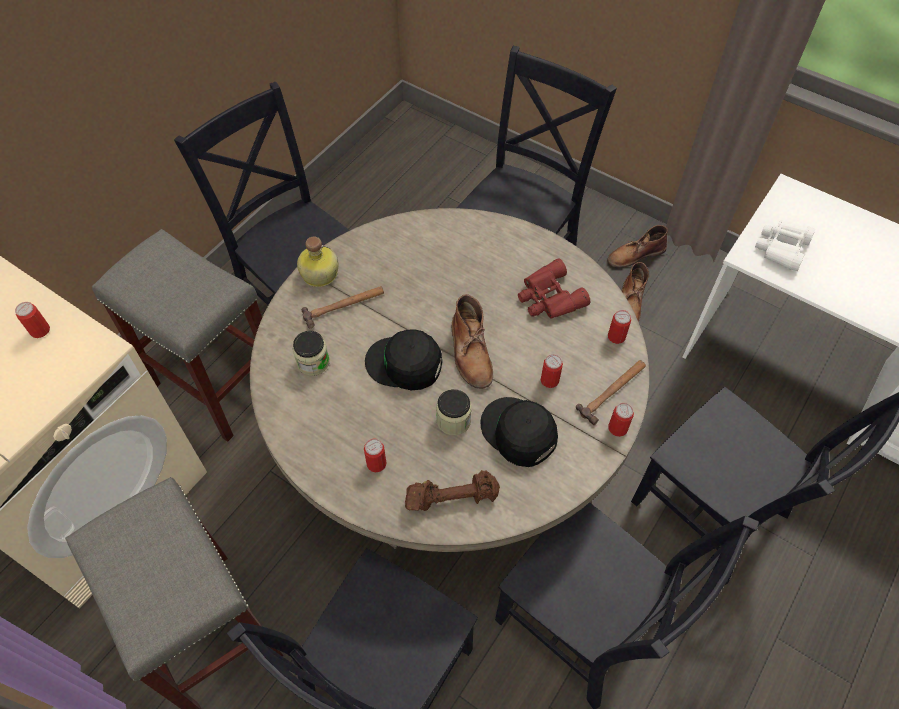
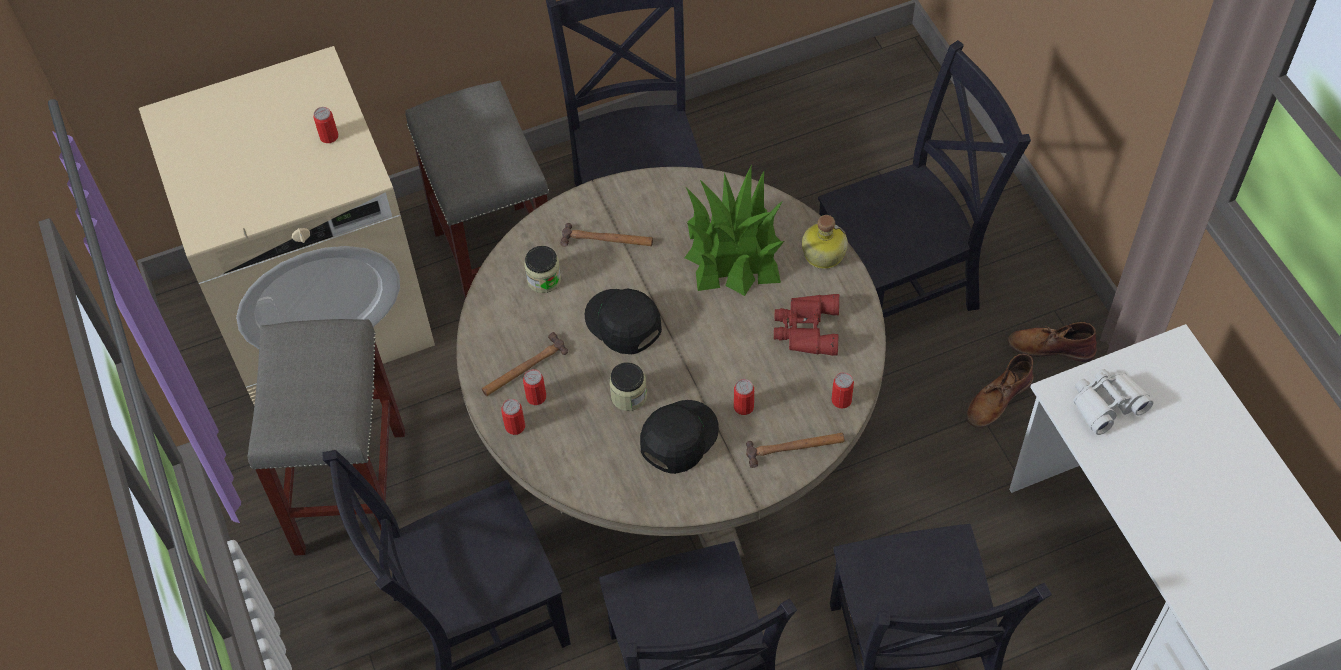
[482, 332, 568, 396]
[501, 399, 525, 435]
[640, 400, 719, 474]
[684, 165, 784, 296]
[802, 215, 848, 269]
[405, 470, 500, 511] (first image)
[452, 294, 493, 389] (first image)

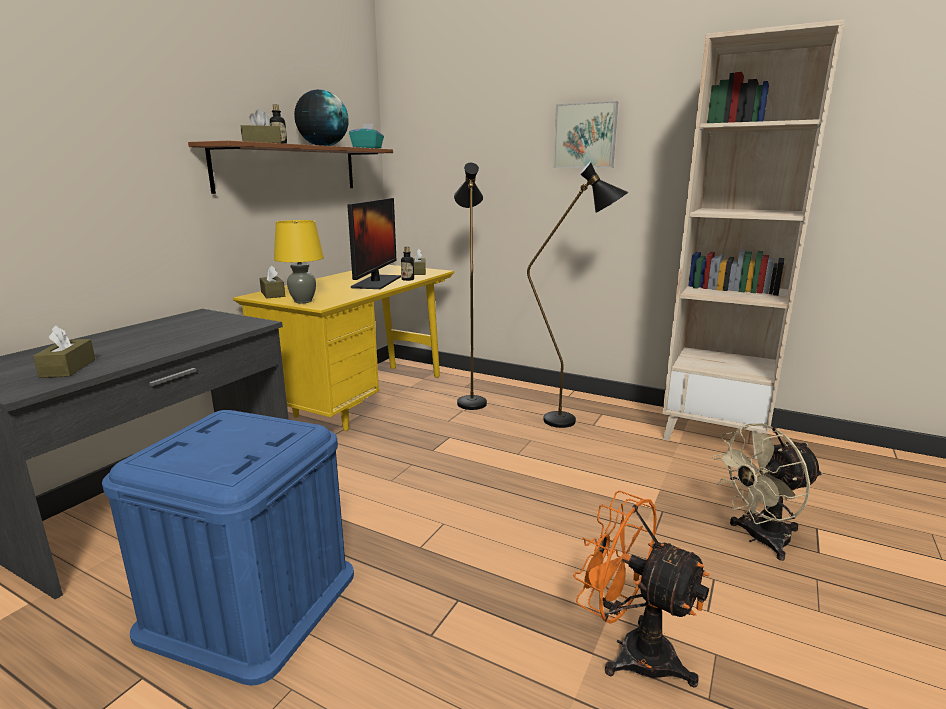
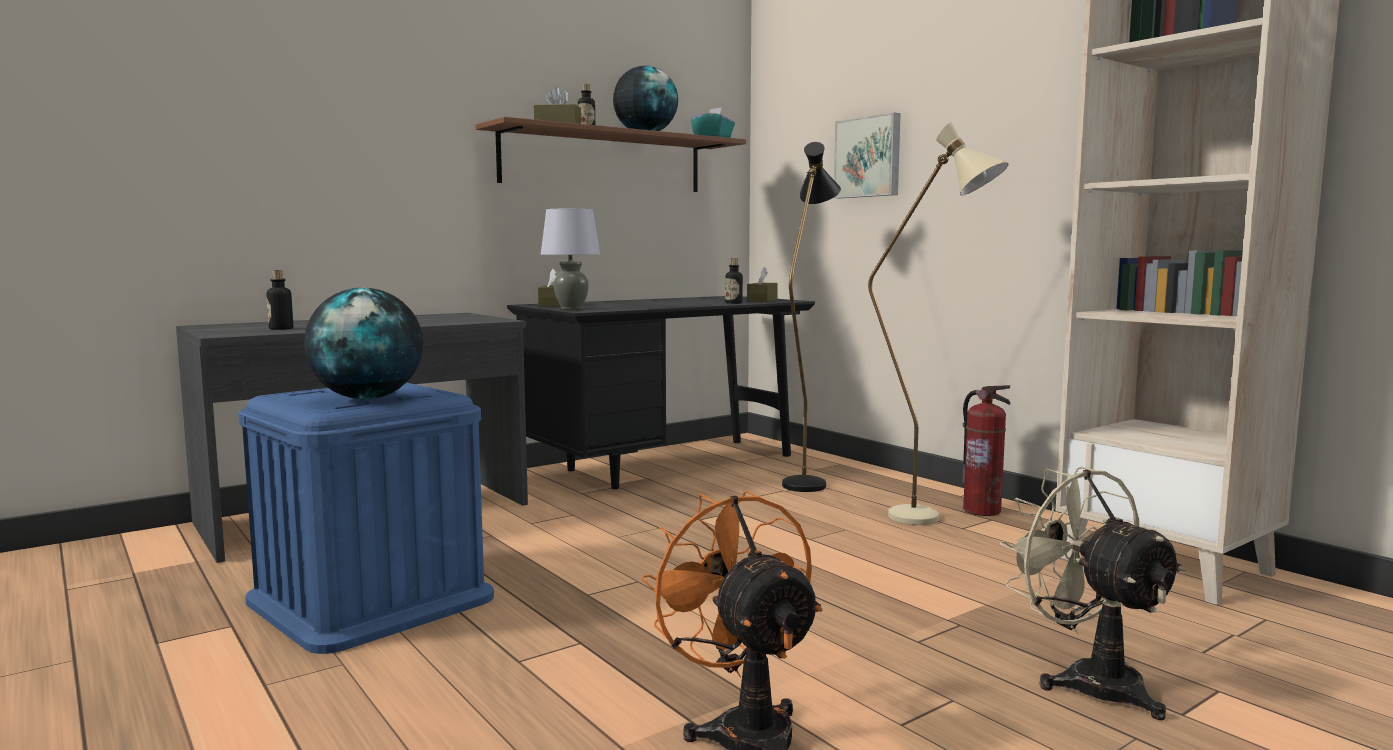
[266, 270, 293, 330]
[304, 288, 423, 399]
[507, 296, 815, 489]
[541, 209, 600, 309]
[834, 112, 900, 198]
[868, 122, 1009, 525]
[962, 385, 1011, 516]
[1000, 466, 1186, 720]
[347, 198, 401, 289] (first image)

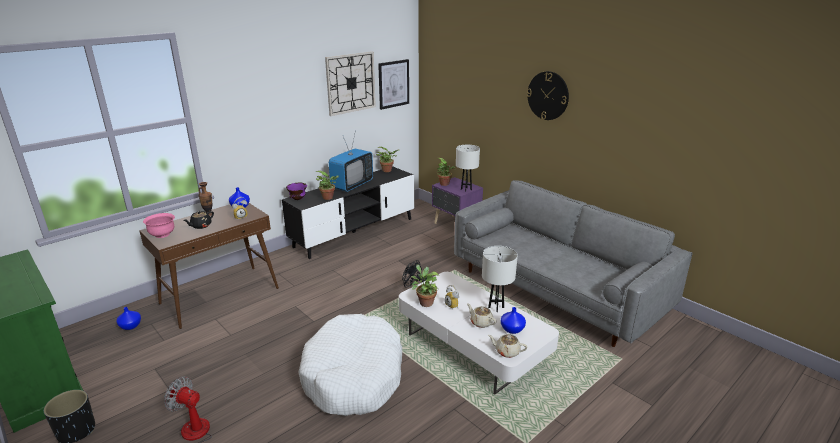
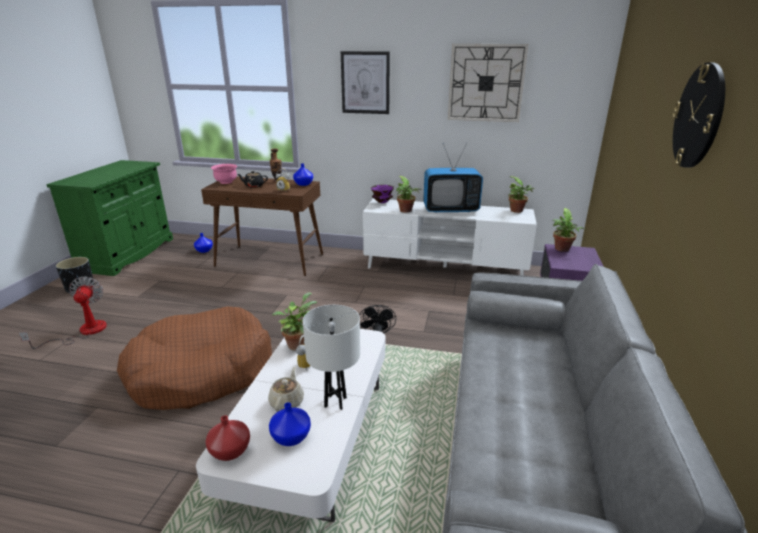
[117, 306, 272, 410]
[205, 415, 250, 461]
[341, 51, 390, 114]
[363, 198, 537, 276]
[456, 145, 480, 192] (first image)

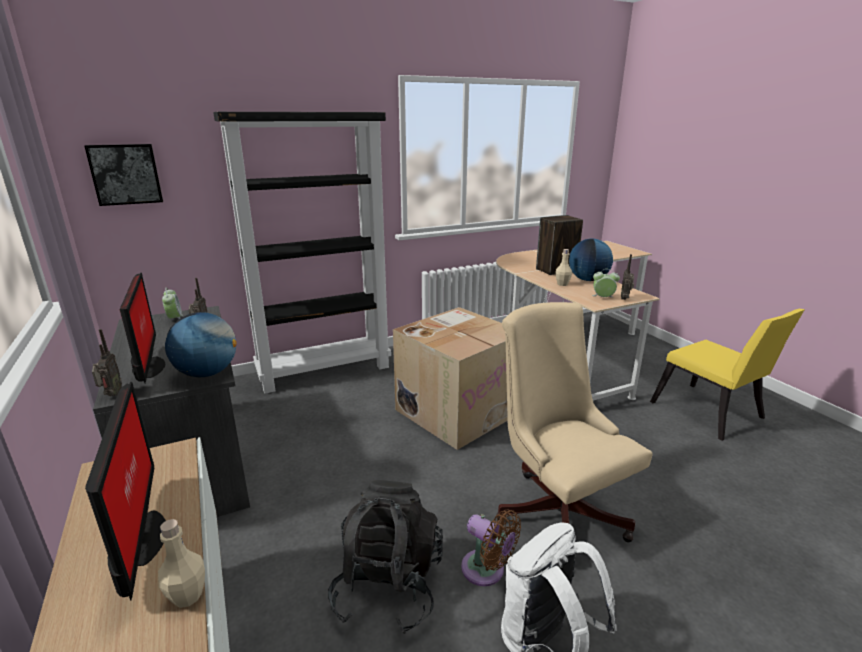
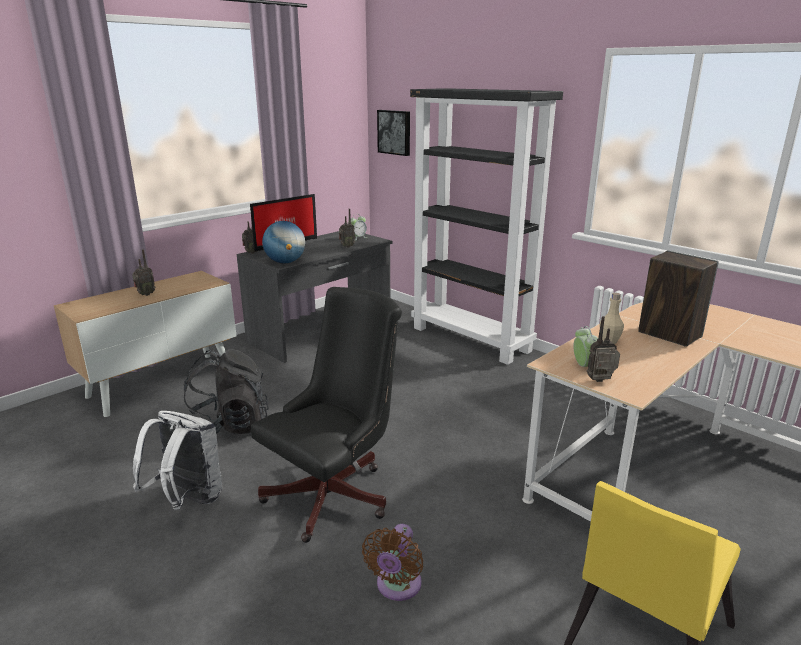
[132, 249, 155, 296]
[251, 287, 402, 543]
[362, 524, 423, 601]
[158, 519, 205, 608] (first image)
[393, 307, 508, 450] (first image)
[569, 239, 613, 281] (first image)

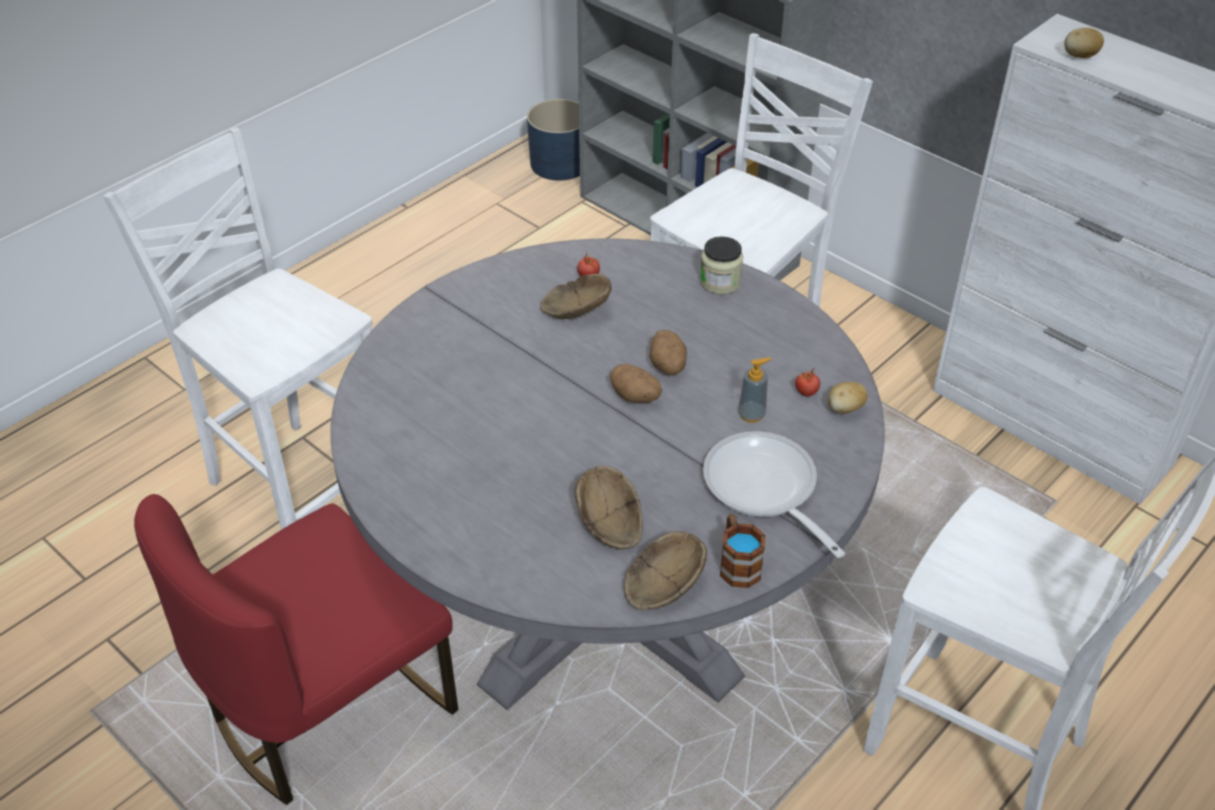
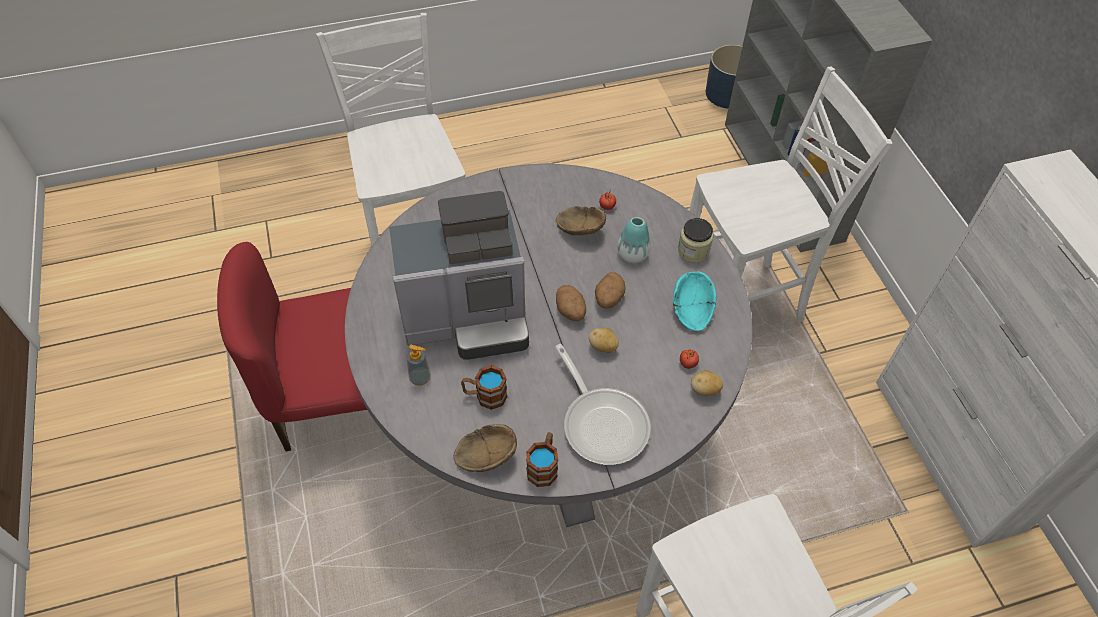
[389, 191, 529, 360]
[406, 345, 431, 386]
[461, 365, 508, 410]
[555, 344, 651, 465]
[589, 328, 619, 353]
[617, 217, 651, 263]
[673, 271, 716, 331]

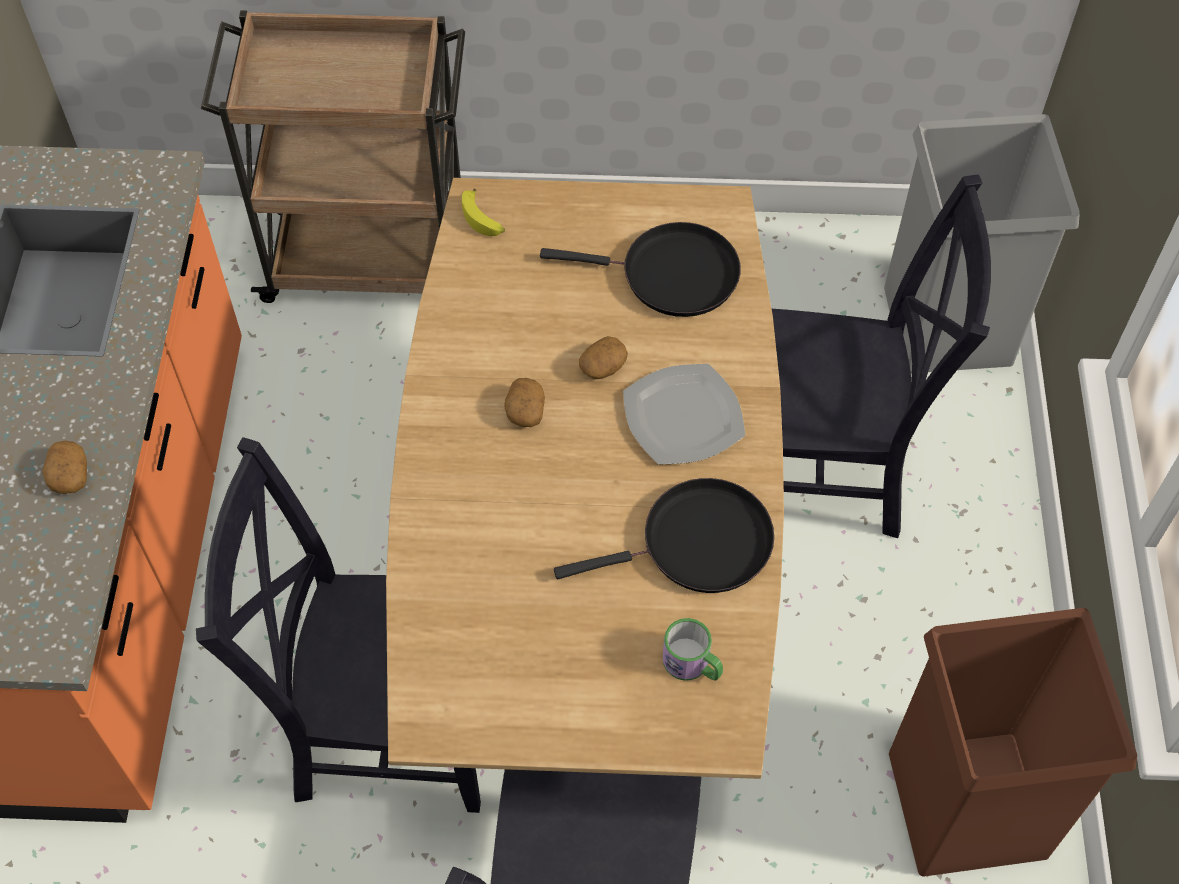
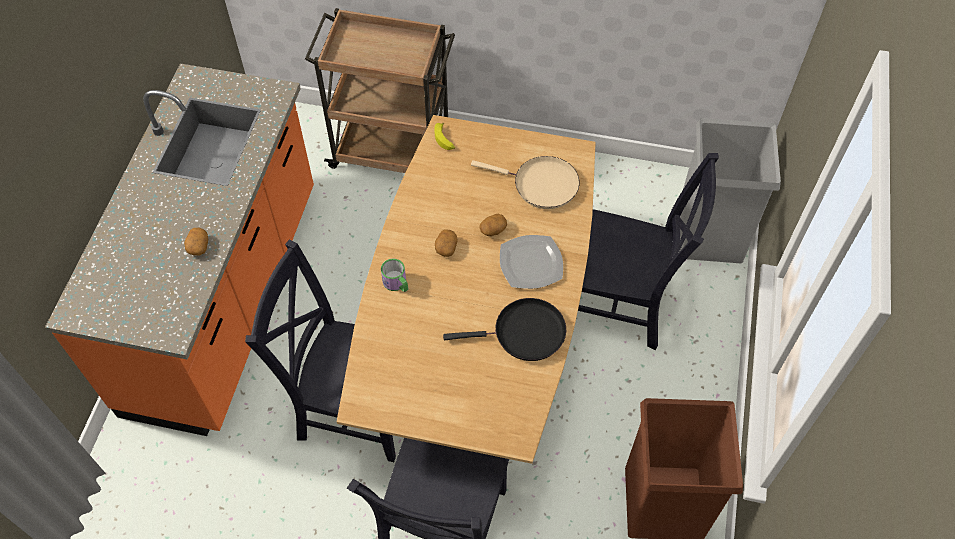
[381, 259, 408, 292]
[471, 156, 580, 209]

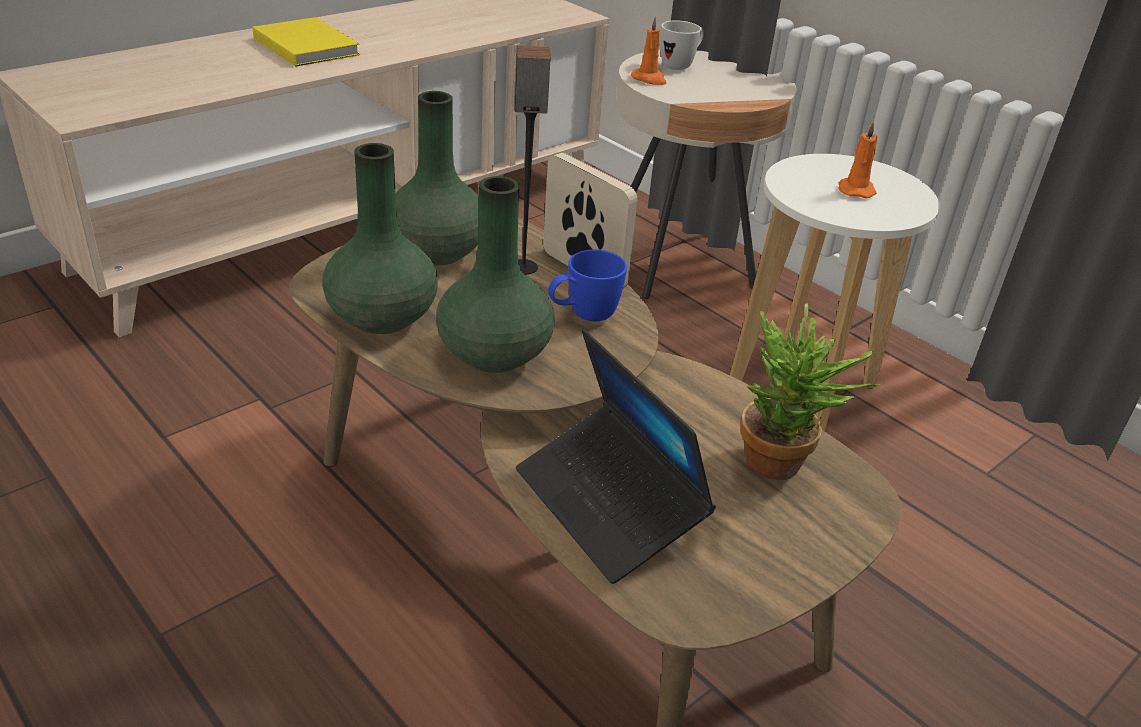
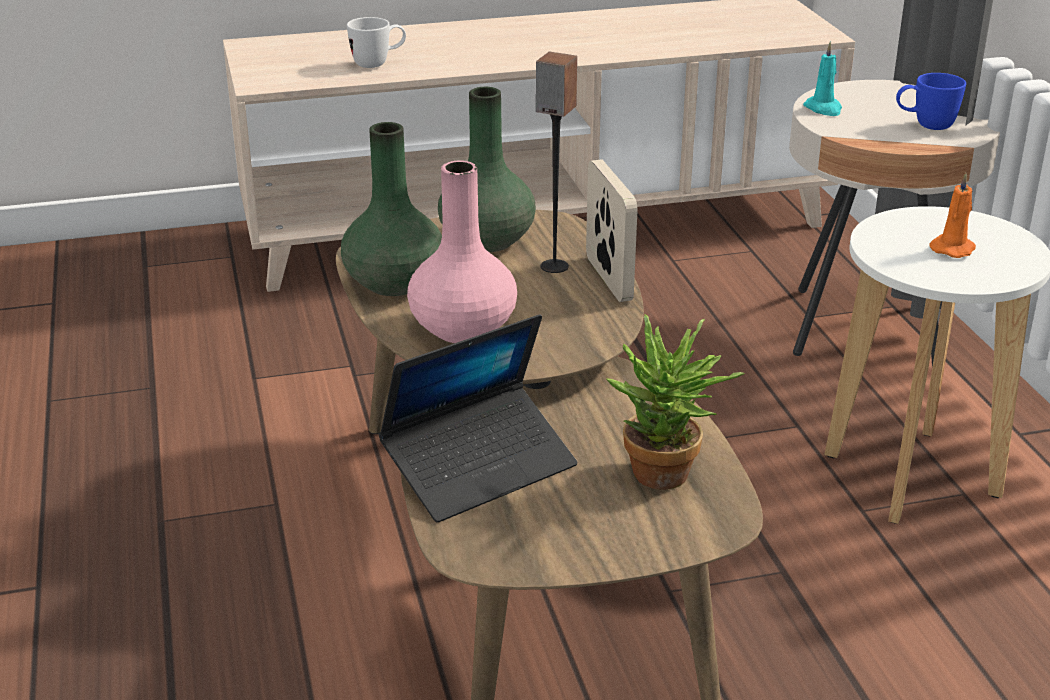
[347, 17, 406, 68]
[379, 314, 577, 523]
[407, 160, 517, 343]
[803, 41, 842, 116]
[896, 73, 966, 130]
[253, 17, 360, 67] (first image)

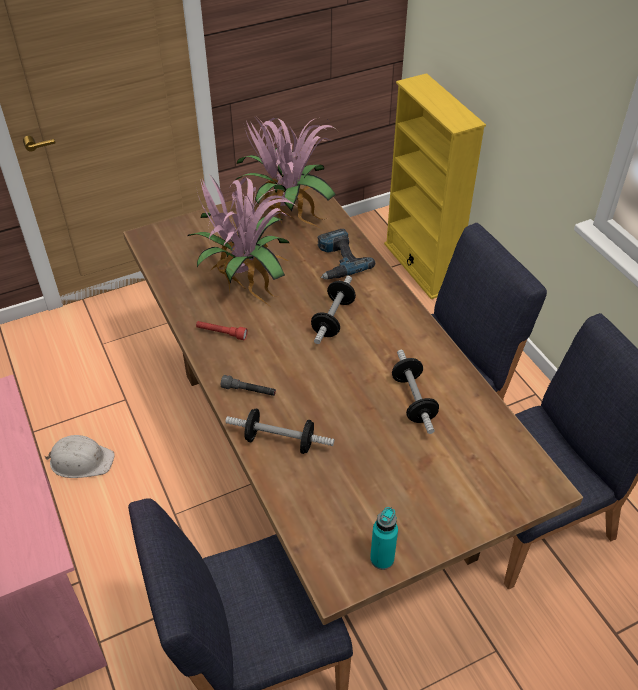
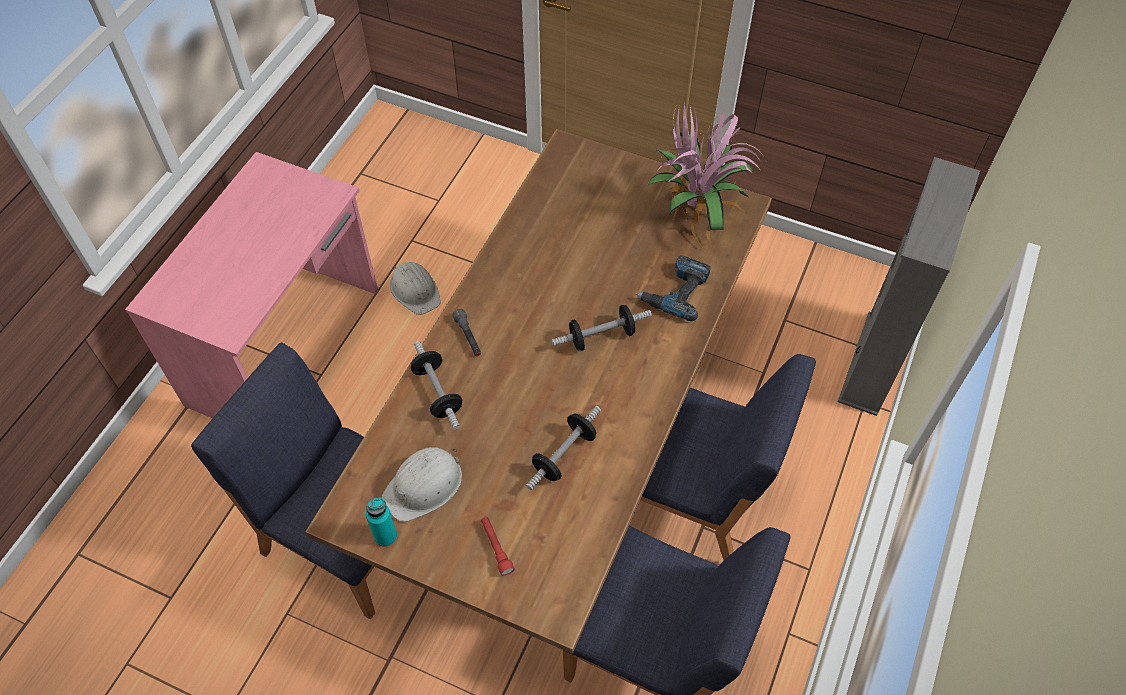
[381, 447, 462, 522]
[481, 517, 515, 576]
[838, 157, 980, 416]
[188, 177, 296, 305] (first image)

